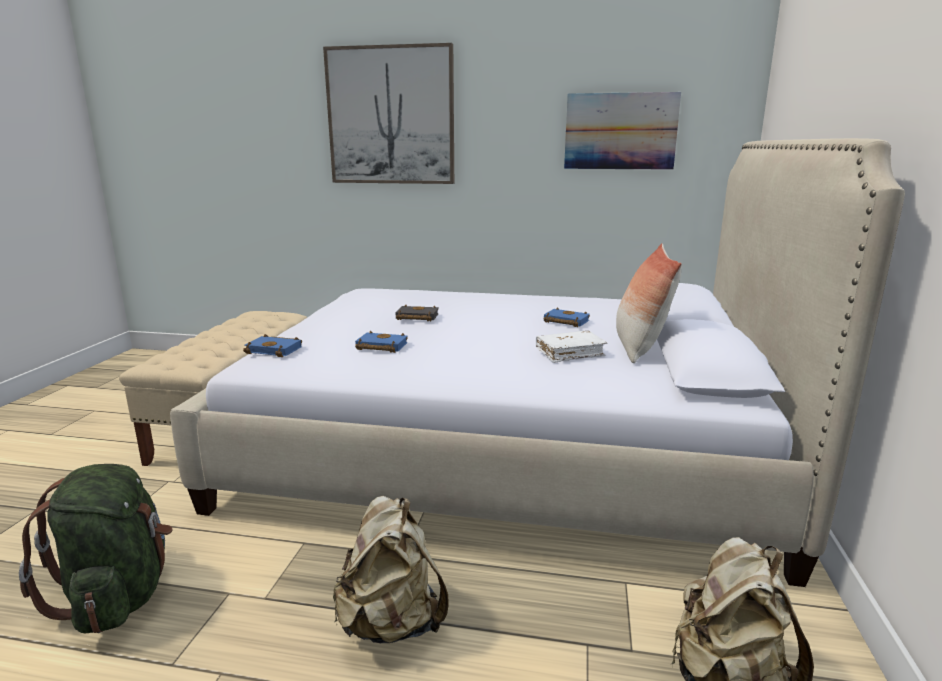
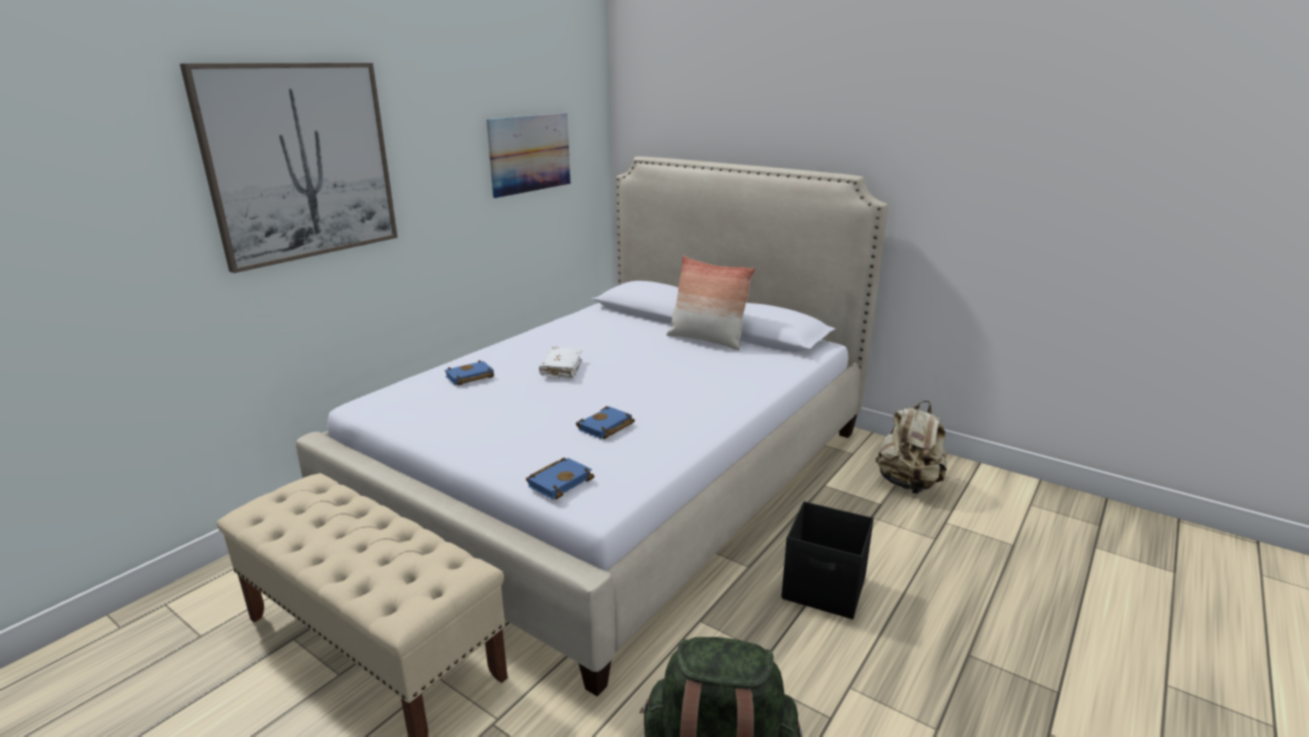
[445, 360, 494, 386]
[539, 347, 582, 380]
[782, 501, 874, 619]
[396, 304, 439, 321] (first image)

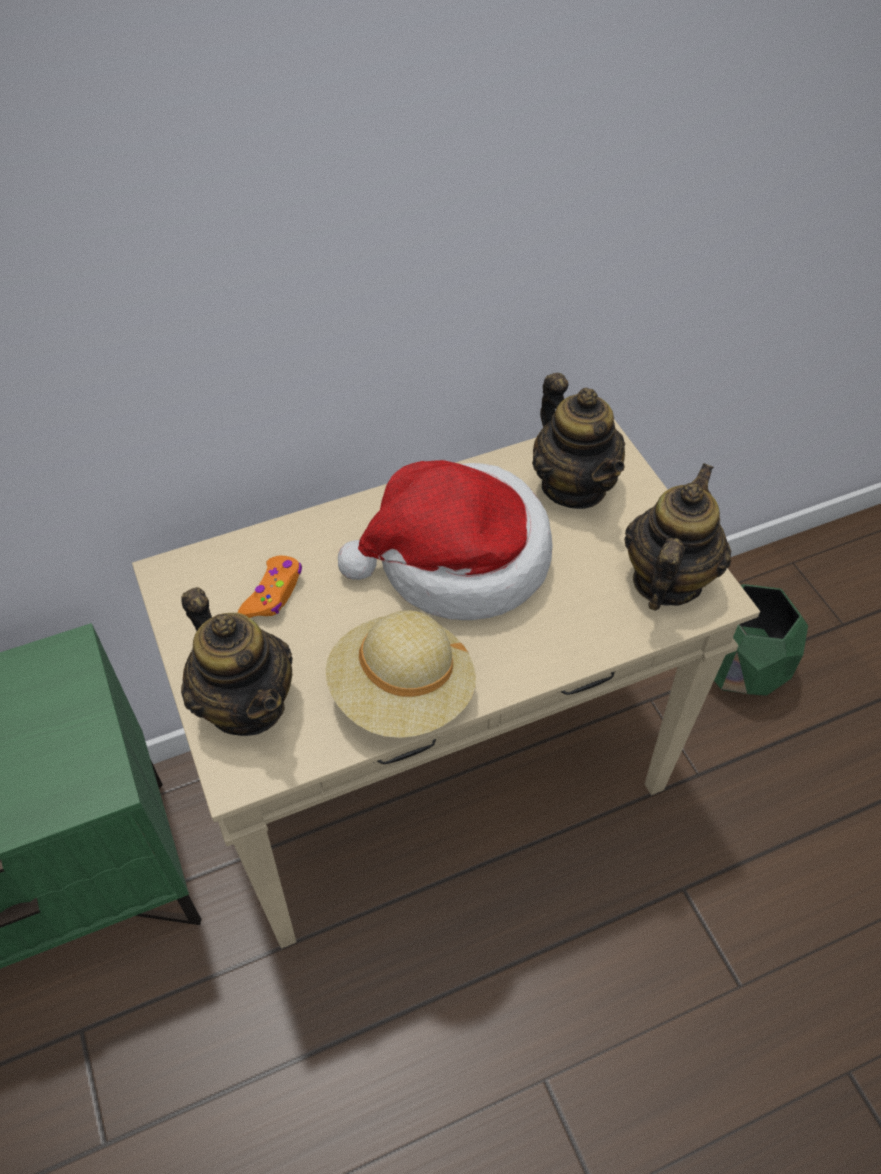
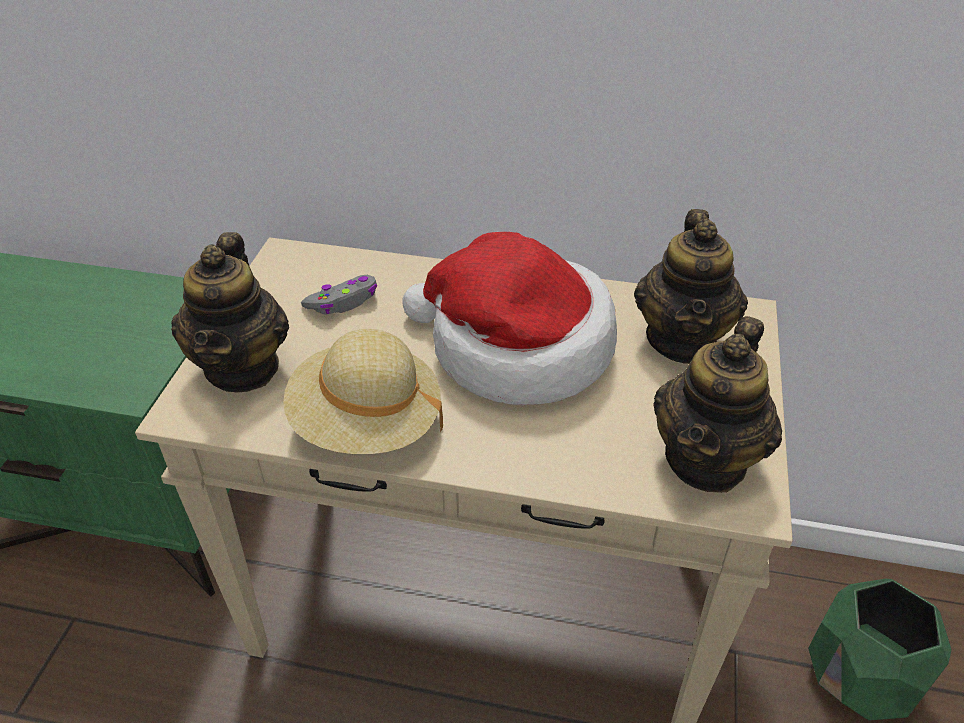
[301, 275, 377, 314]
[653, 316, 782, 493]

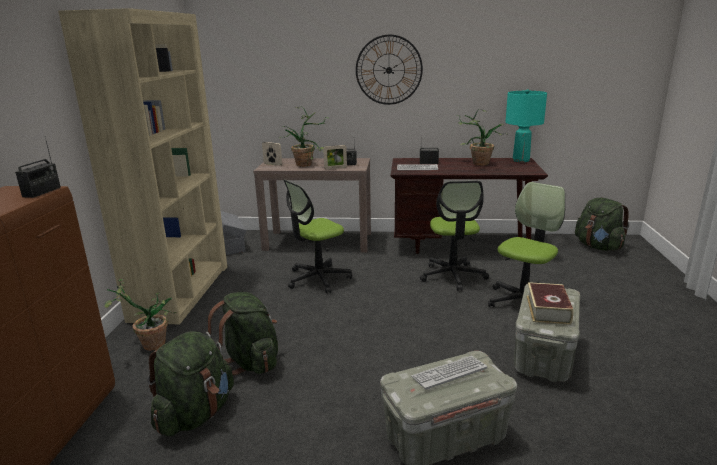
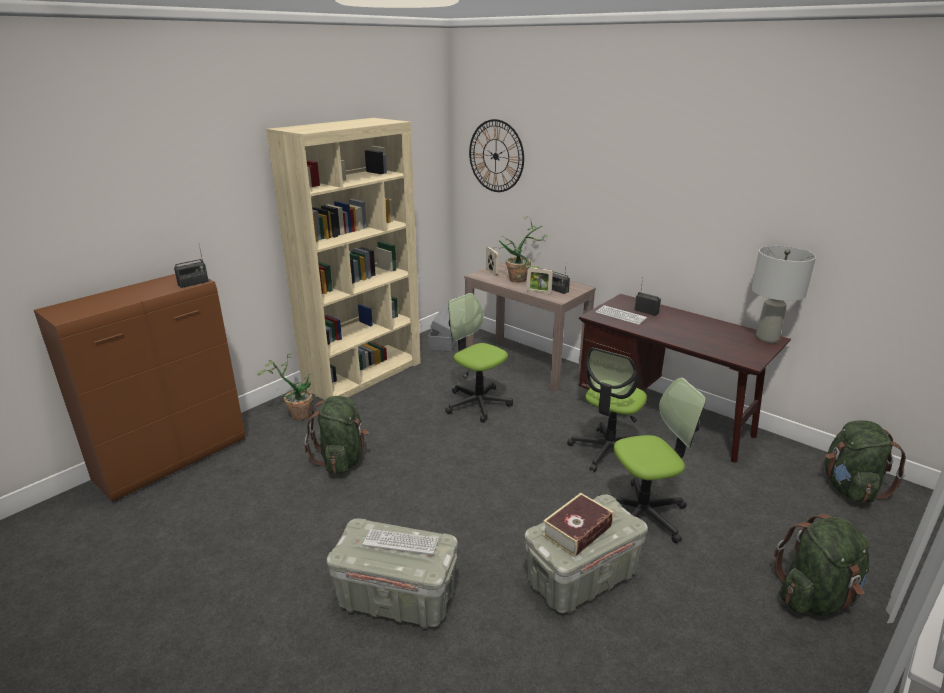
[445, 293, 513, 423]
[469, 119, 524, 192]
[751, 246, 816, 344]
[774, 514, 869, 616]
[456, 109, 504, 166] (first image)

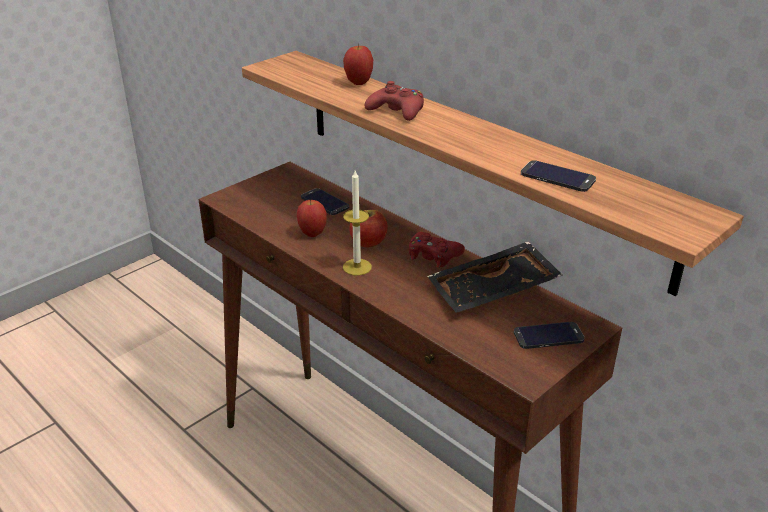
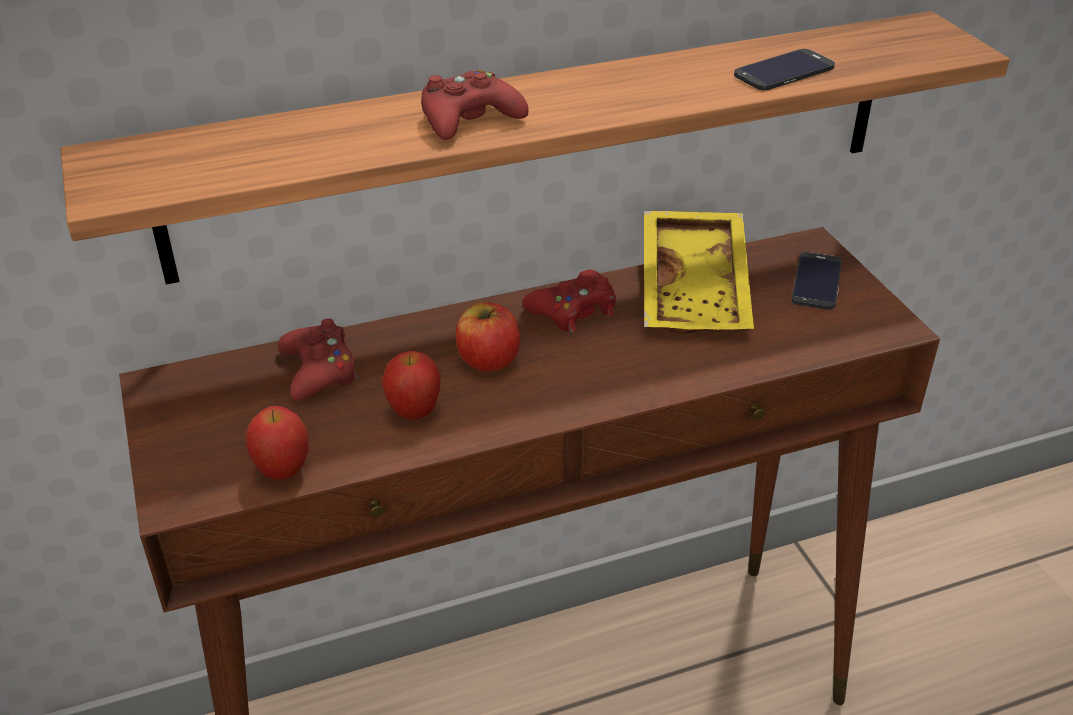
[246, 406, 309, 480]
[277, 318, 359, 401]
[644, 211, 754, 334]
[343, 171, 372, 276] (first image)

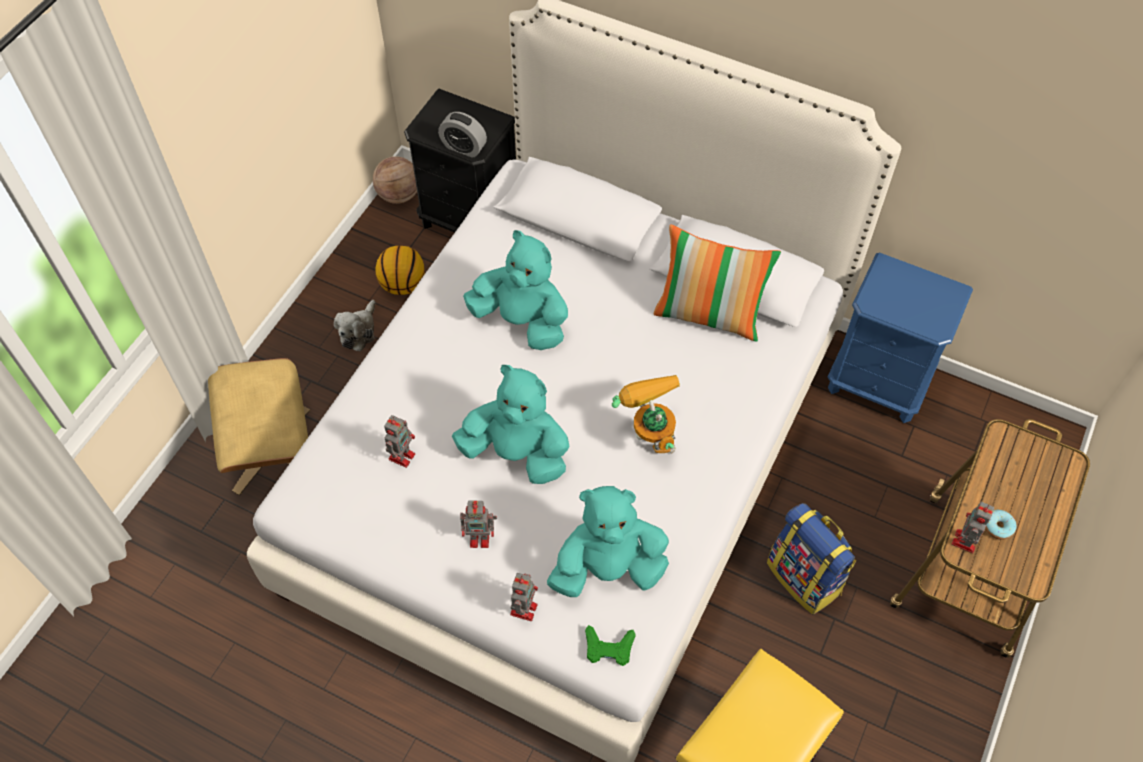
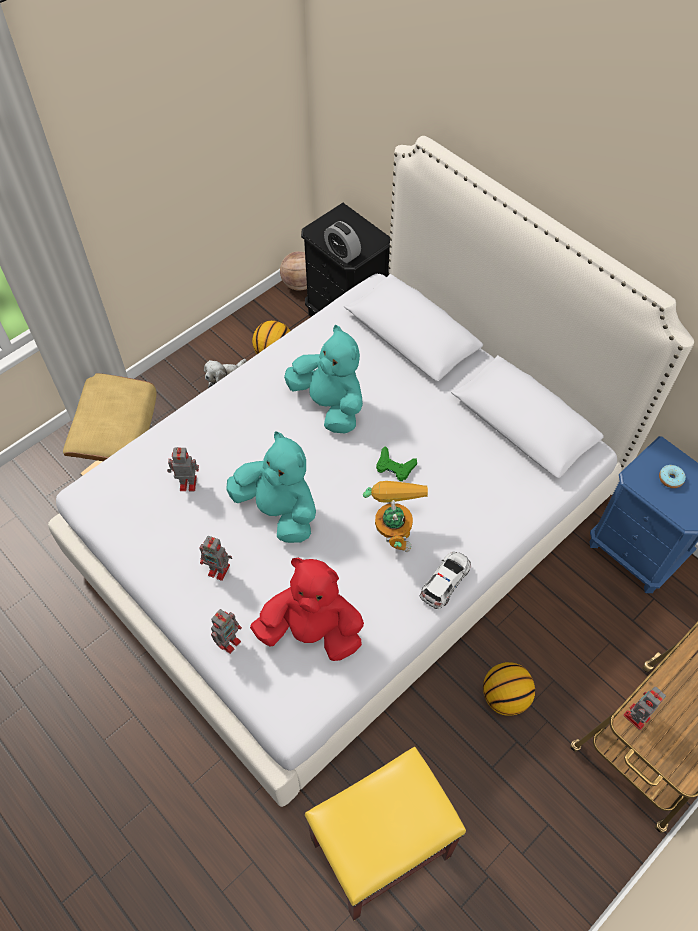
[167, 447, 199, 491]
[250, 558, 364, 661]
[376, 446, 417, 481]
[420, 552, 471, 609]
[483, 662, 535, 716]
[659, 465, 686, 488]
[654, 224, 781, 342] (first image)

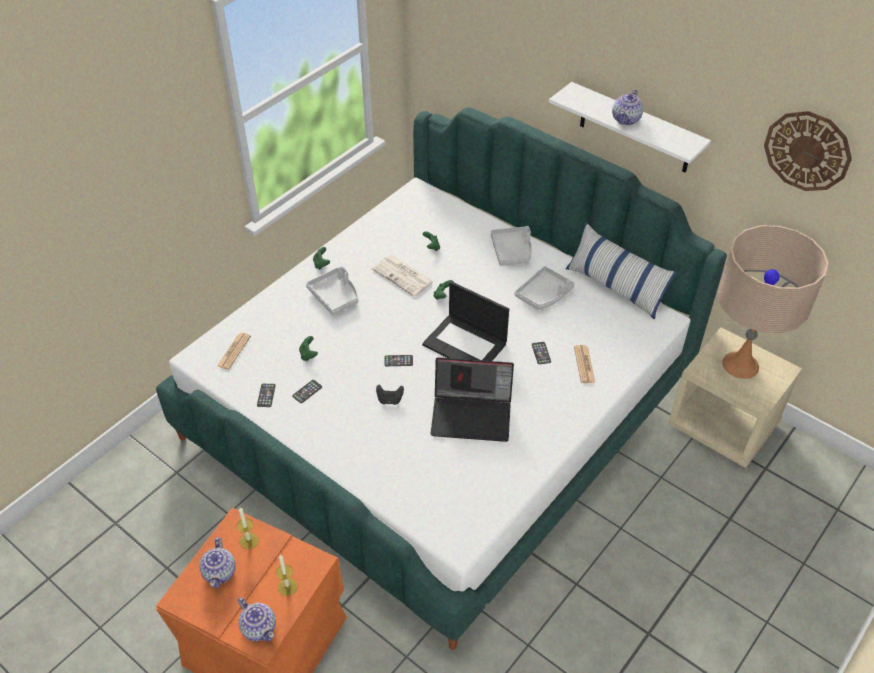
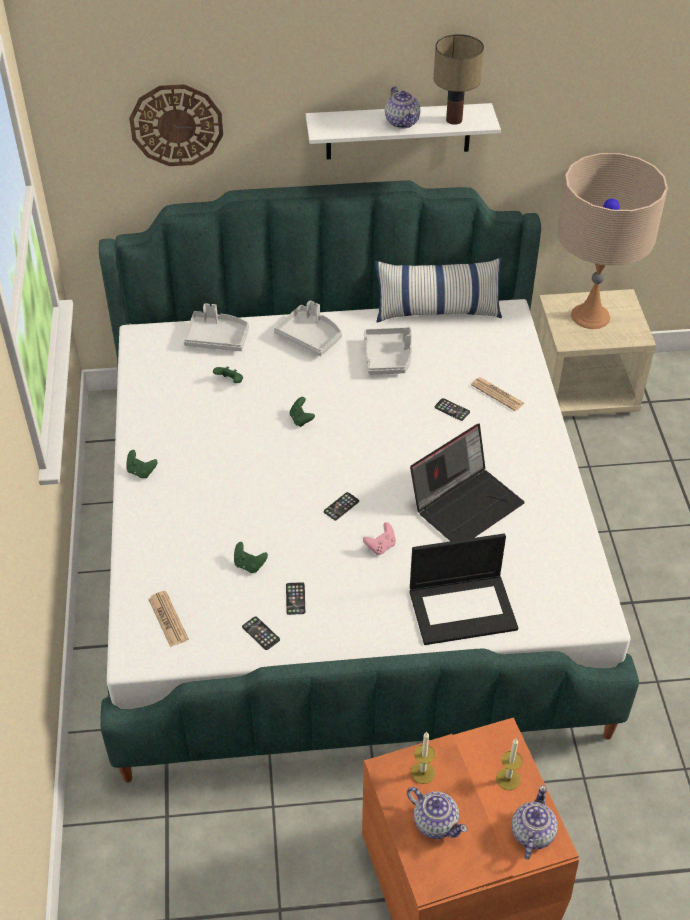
[129, 84, 223, 166]
[183, 303, 249, 351]
[363, 522, 396, 555]
[410, 533, 518, 645]
[434, 34, 484, 125]
[511, 785, 558, 860]
[372, 255, 434, 296] (first image)

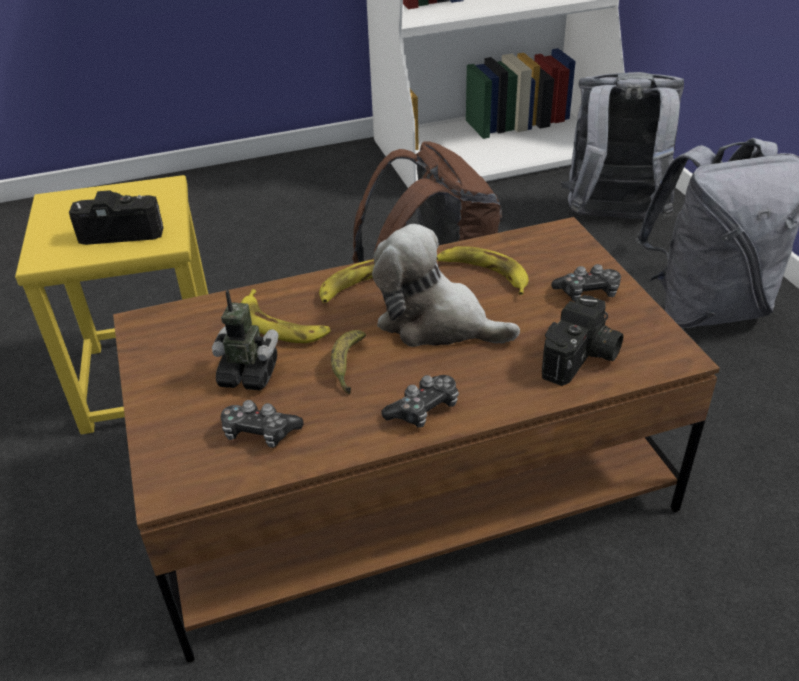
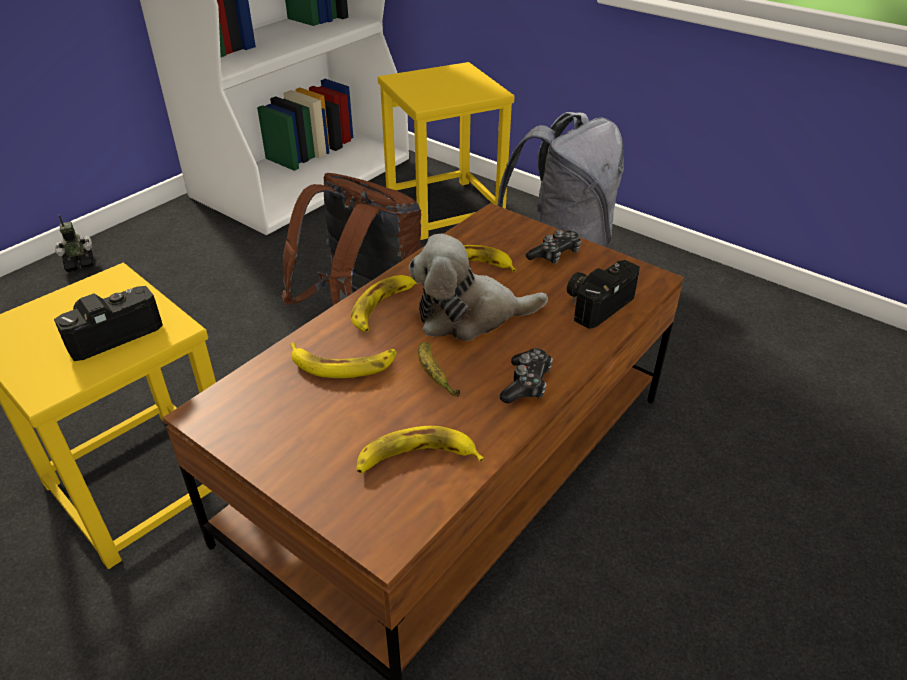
[55, 214, 94, 272]
[357, 426, 484, 473]
[378, 62, 515, 240]
[567, 260, 640, 329]

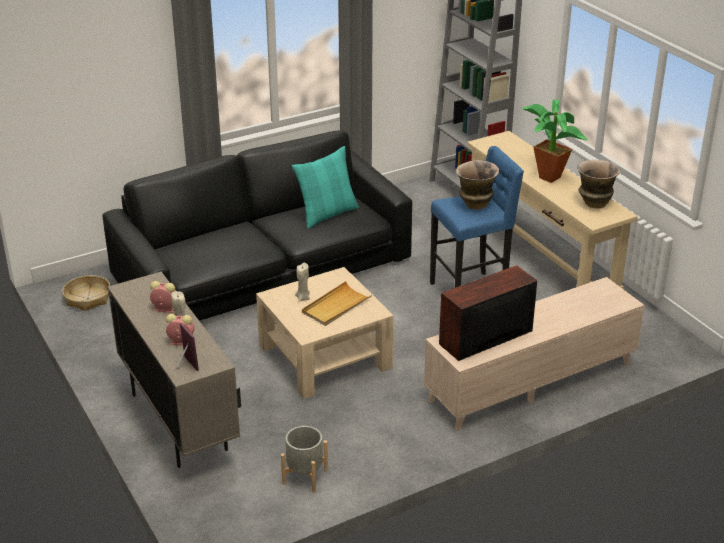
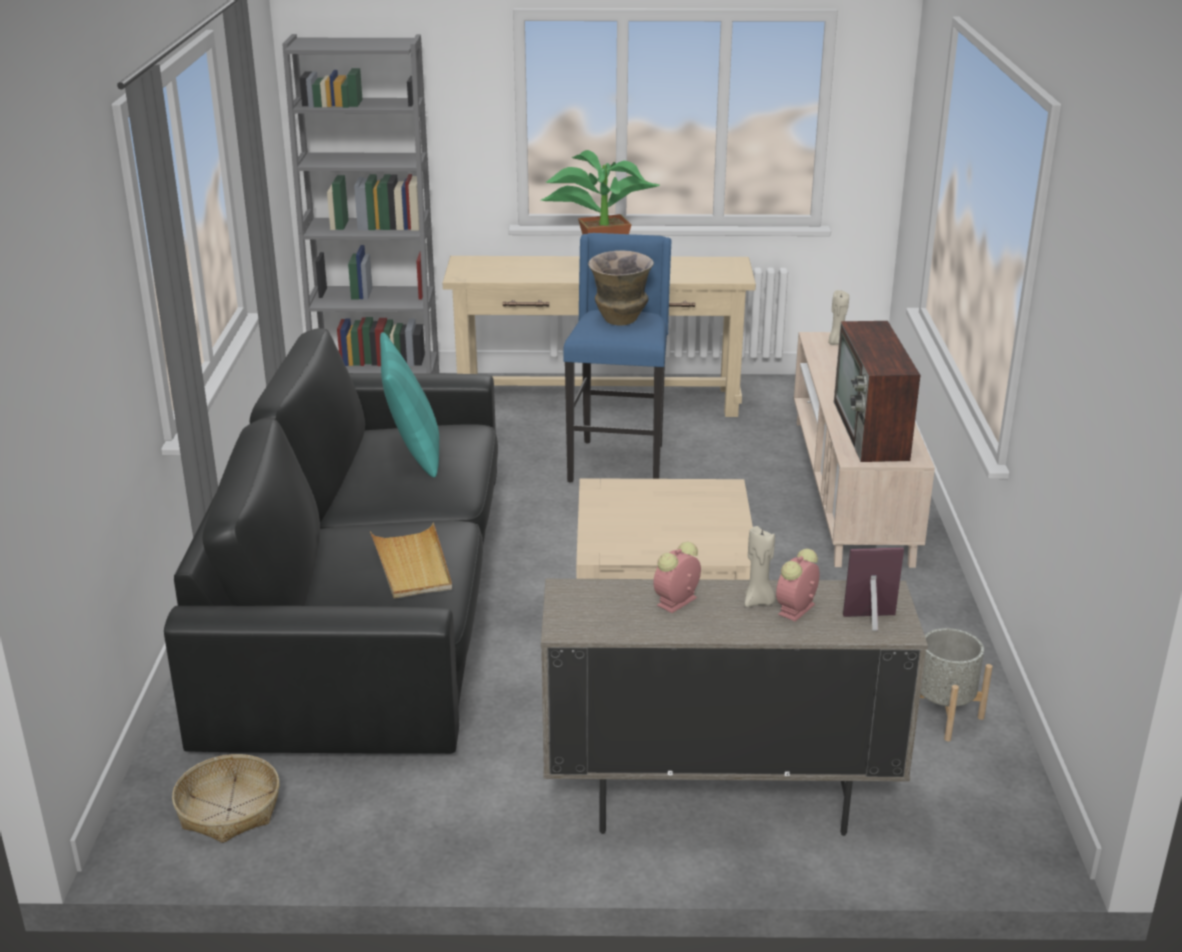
[370, 523, 452, 599]
[828, 290, 849, 345]
[577, 160, 621, 208] (first image)

